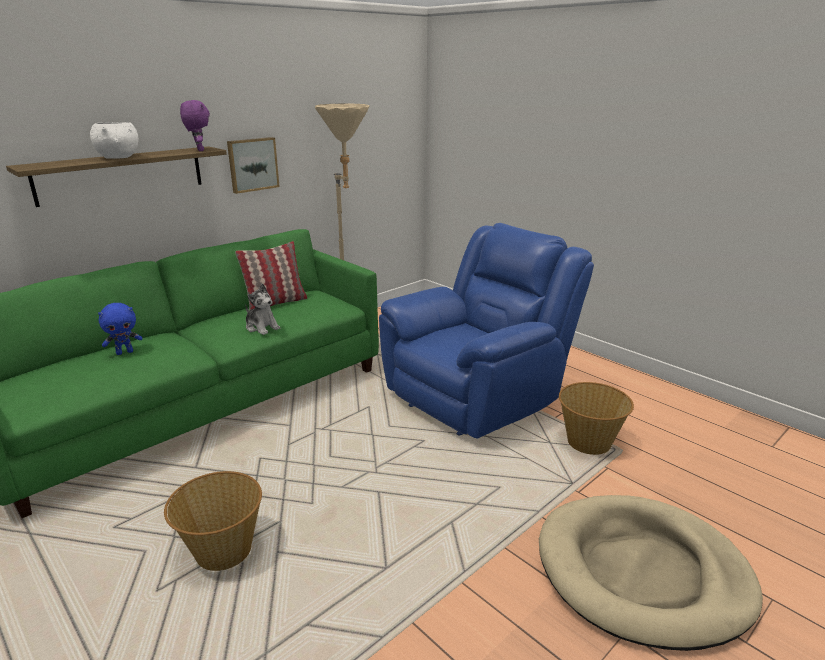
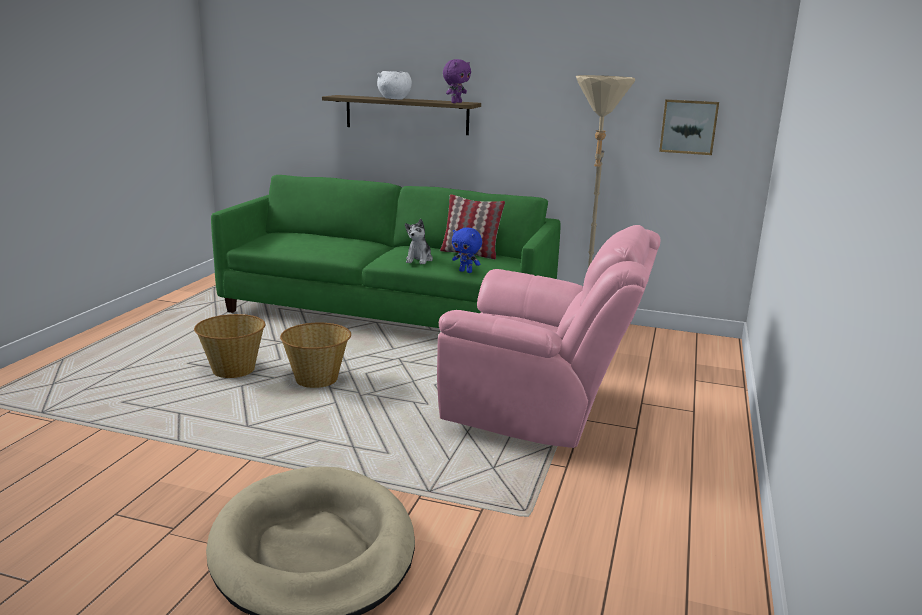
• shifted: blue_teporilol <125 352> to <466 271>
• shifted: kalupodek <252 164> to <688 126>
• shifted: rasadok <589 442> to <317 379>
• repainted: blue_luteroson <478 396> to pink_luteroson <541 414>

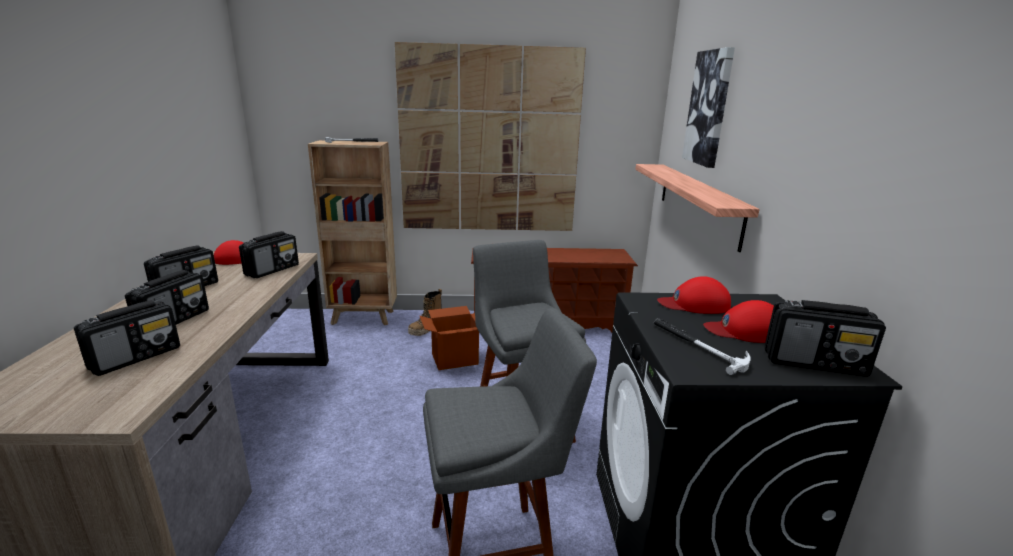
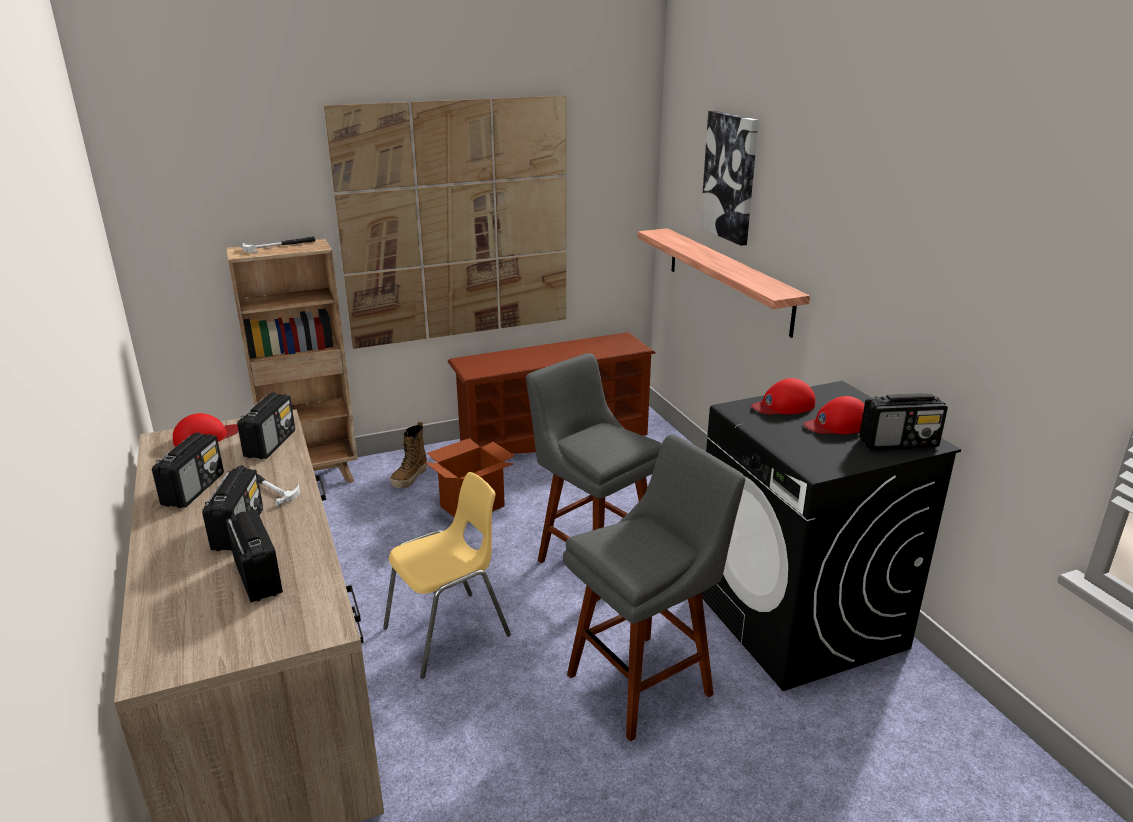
• new: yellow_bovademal <449 632>
• shifted: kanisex <697 346> to <266 485>
• rotated: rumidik <136 357> = <258 576> 45 degrees counterclockwise

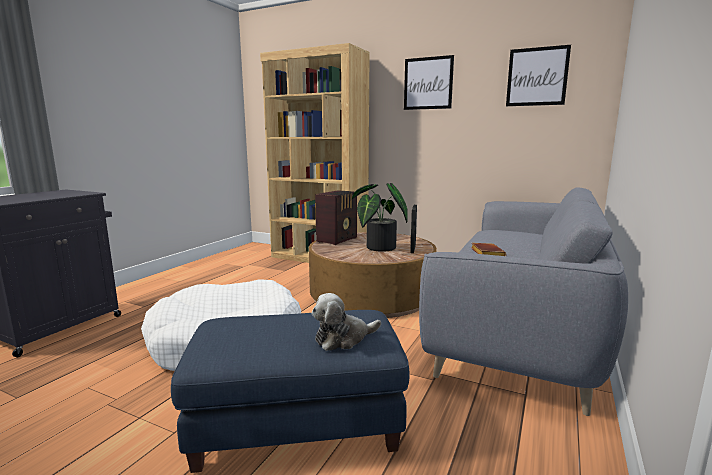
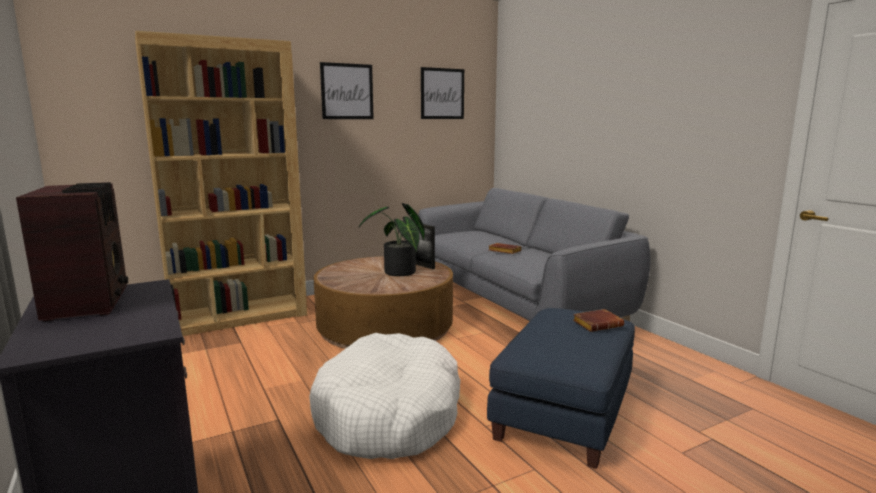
• shifted: rumidik <338 239> to <89 302>
• swapped: teporilol <343 338> to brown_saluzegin <598 324>

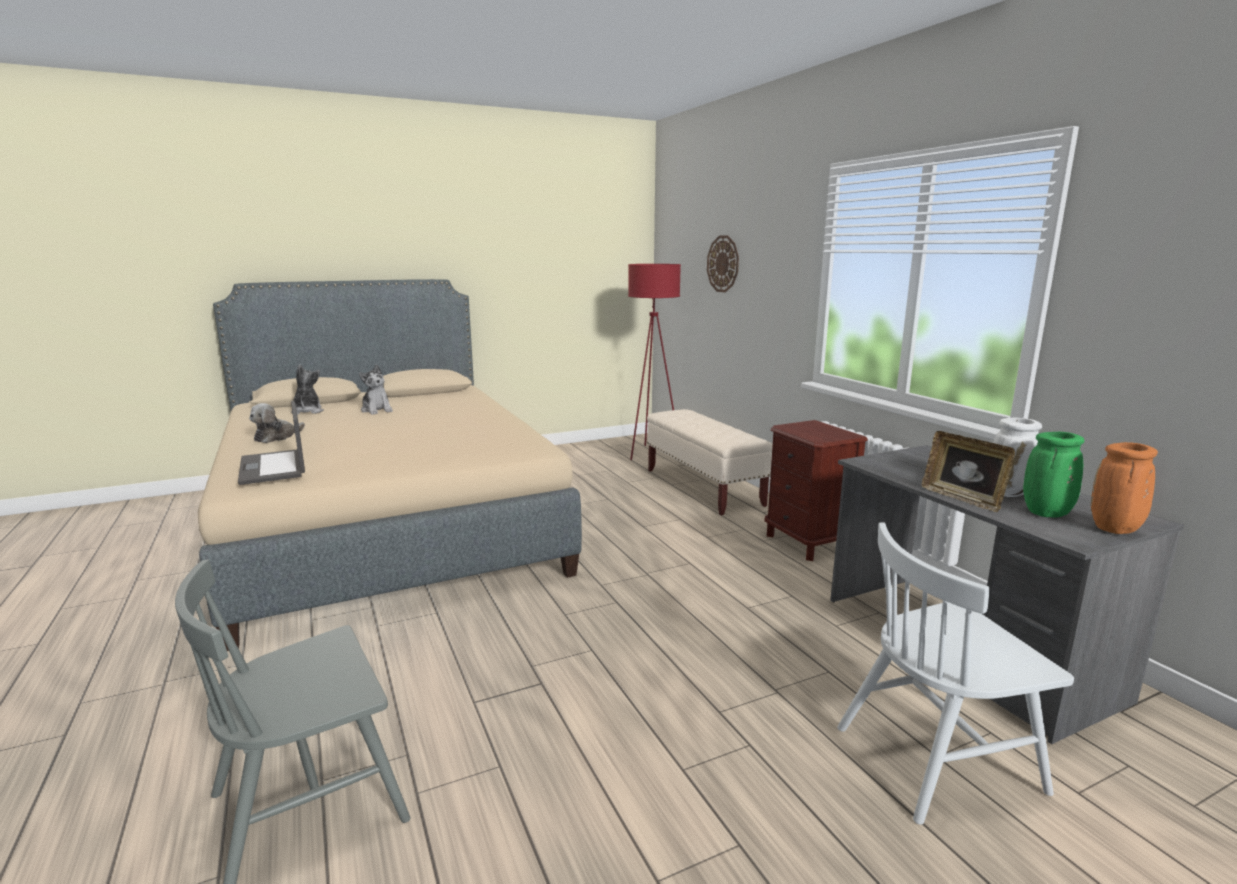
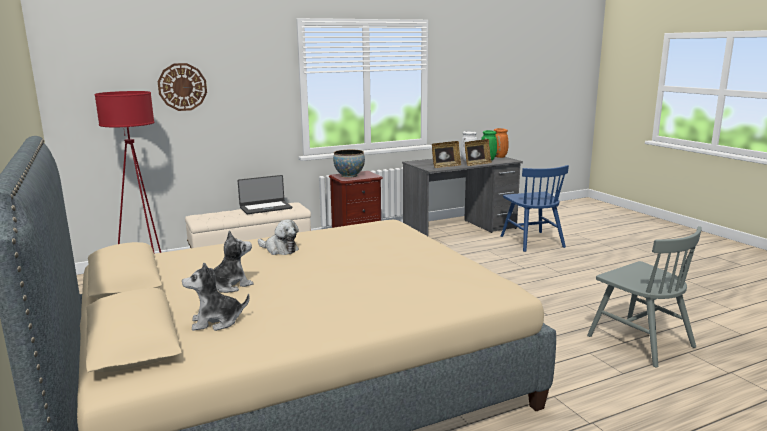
• new: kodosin <349 175>
• new: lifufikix <445 166>
• shifted: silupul <274 467> to <265 208>
• shifted: teporilol <277 437> to <280 250>
• repainted: white_bovademal <938 758> to blue_bovademal <532 241>

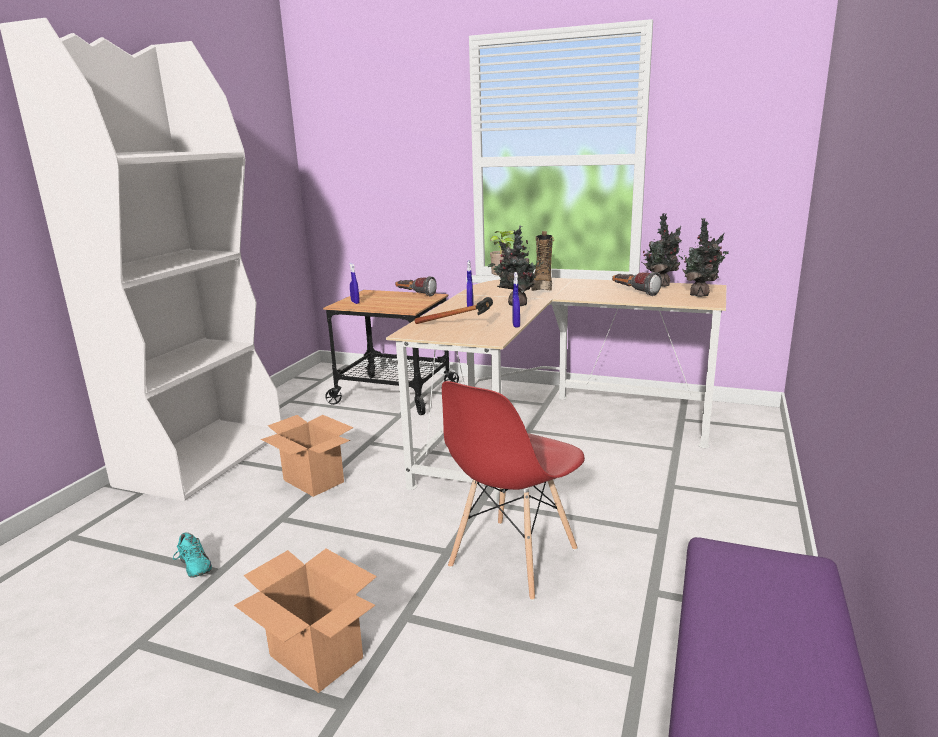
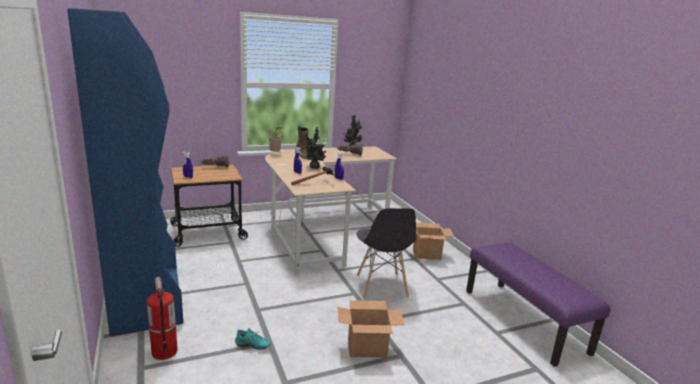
• gone: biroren <700 295>
• new: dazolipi <164 351>
• shifted: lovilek <314 481> to <427 254>
• repainted: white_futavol <203 457> to blue_futavol <146 299>
• repainted: red_bovademal <512 559> to grey_bovademal <381 286>

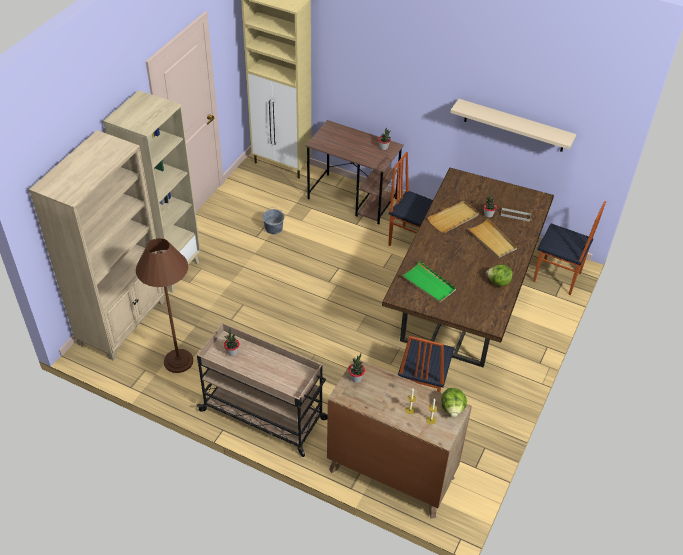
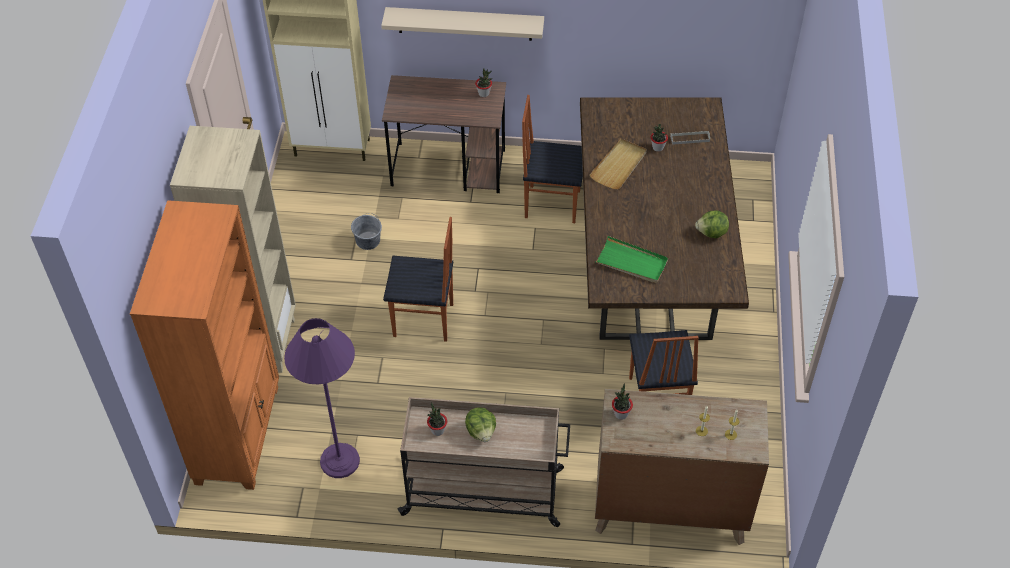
• gone: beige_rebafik <491 240>
• shifted: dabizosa <452 409> to <481 431>
• shifted: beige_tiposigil <514 125> to <465 23>
• shifted: bovademal <557 278> to <424 321>
• repainted: beige_futavol <123 322> to orange_futavol <239 434>
• repainted: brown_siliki <178 361> to purple_siliki <339 461>

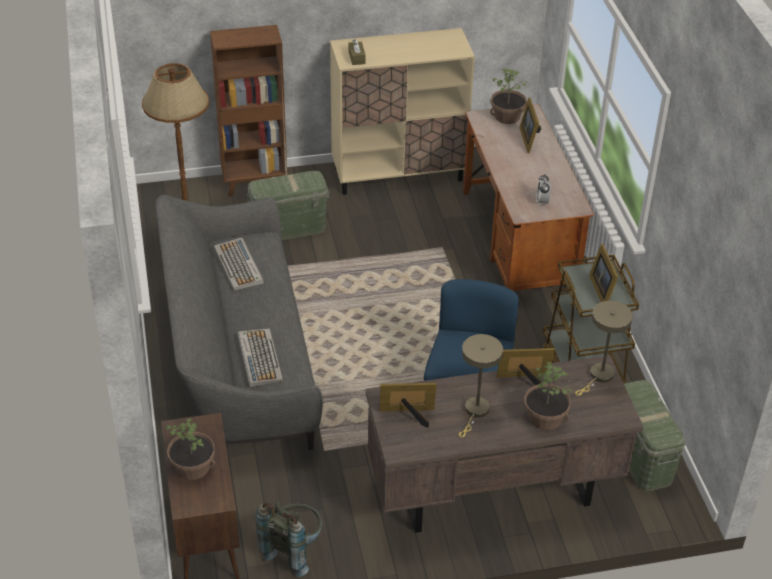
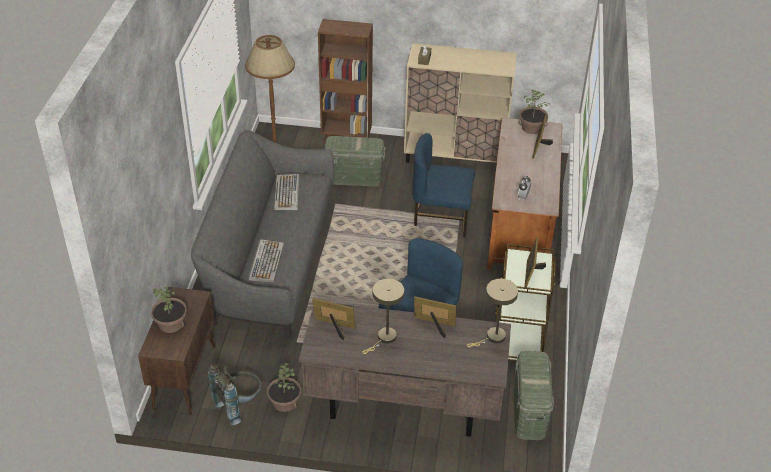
• new: blue_bovademal <441 217>
• shifted: biroren <544 418> to <284 402>

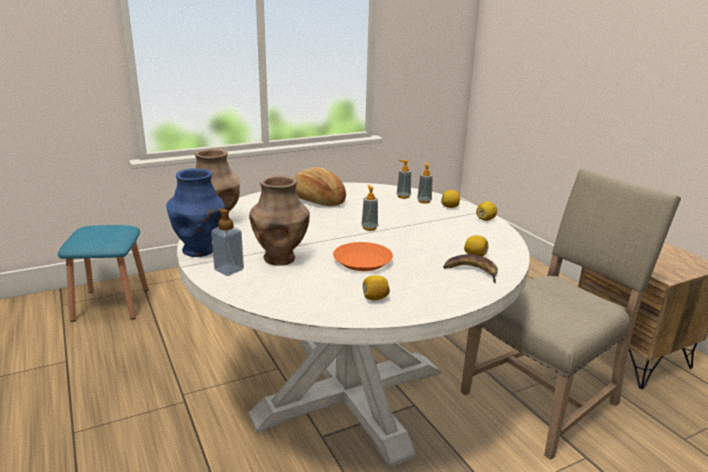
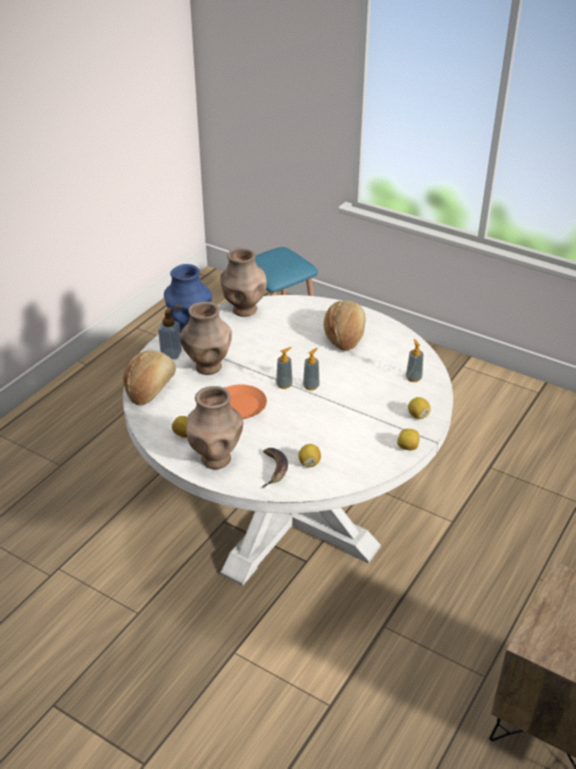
• gone: beige_bovademal <545 398>
• new: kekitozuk <151 388>
• new: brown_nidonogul <216 458>
• shifted: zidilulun <424 201> to <284 384>

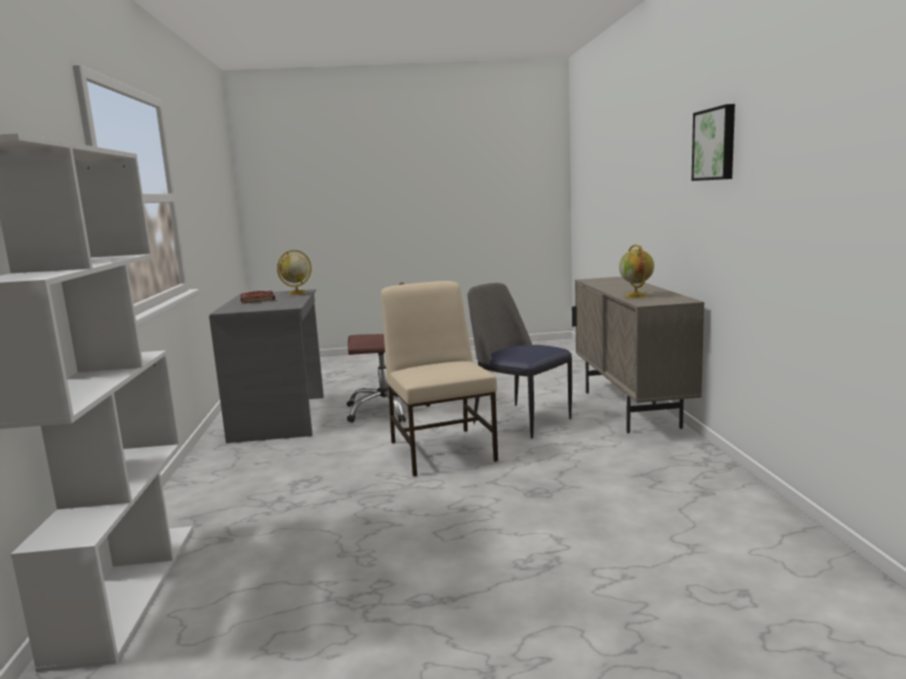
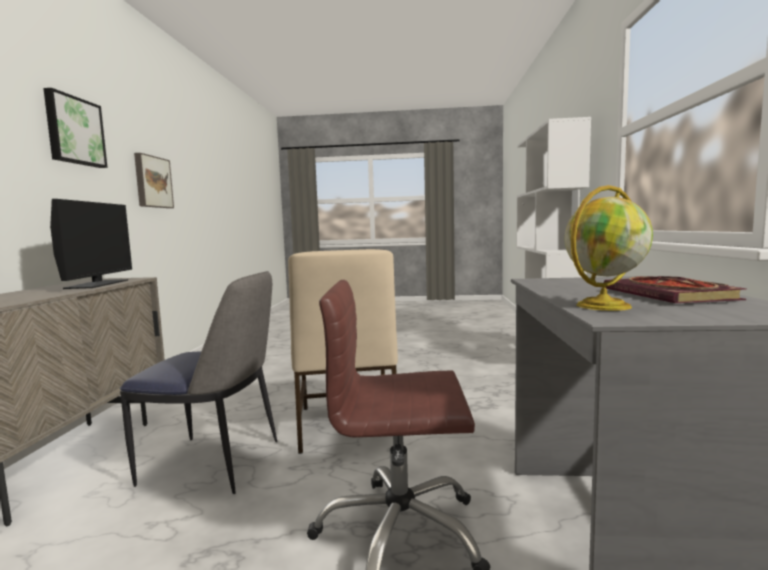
• new: kalupodek <152 182>
• swapped: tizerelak <636 296> to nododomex <97 284>
• rotated: bovademal <520 420> = <215 463> 45 degrees counterclockwise

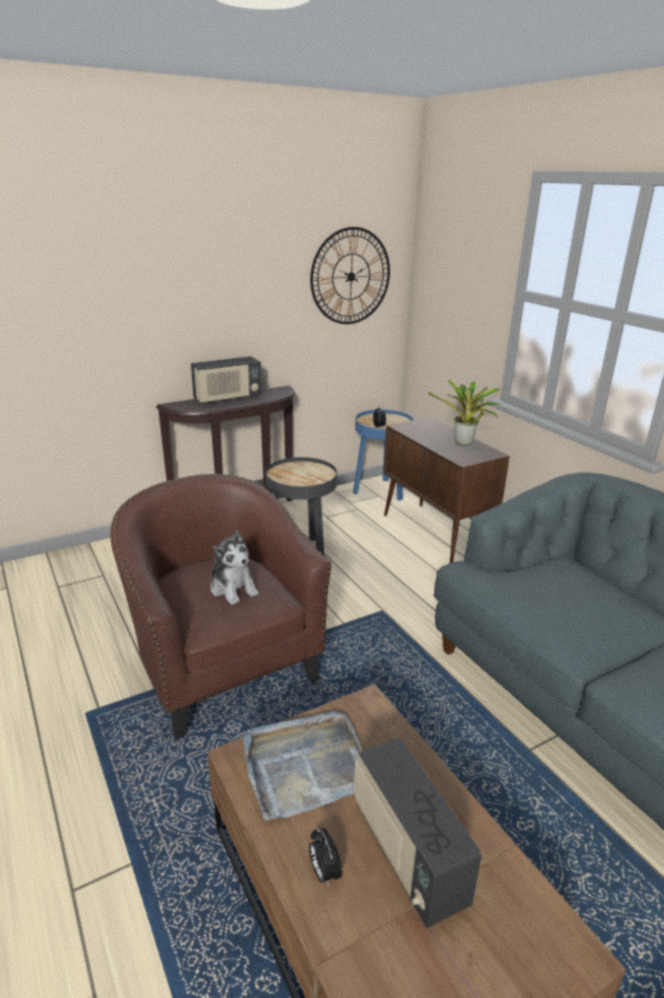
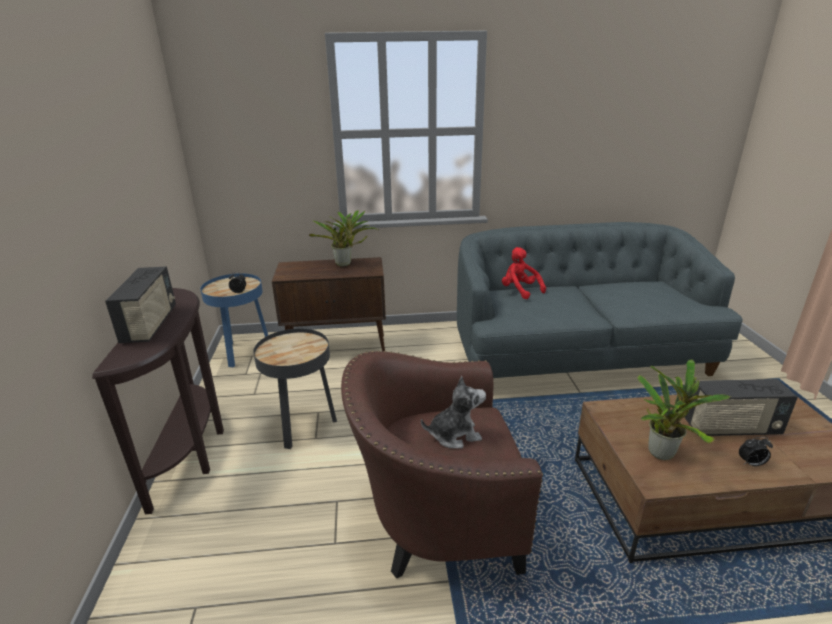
• gone: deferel <351 276>
• new: red_teporilol <520 290>
• swapped: grey_rebafik <305 766> to biroren <663 451>

